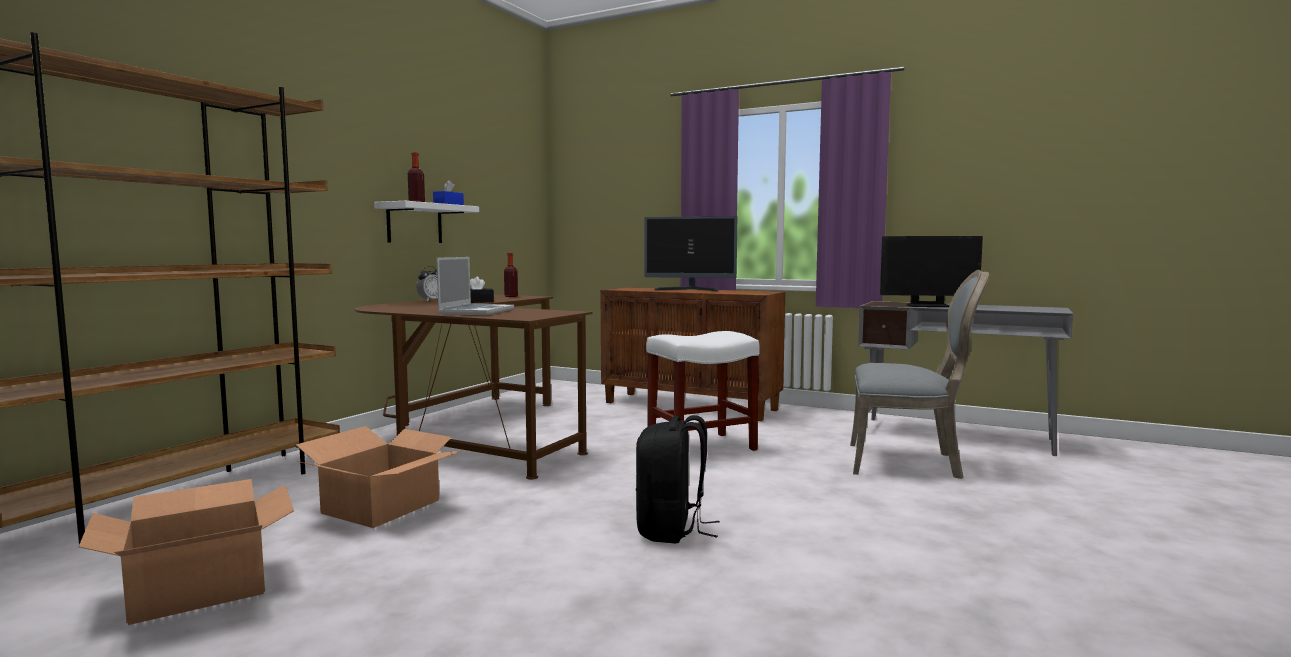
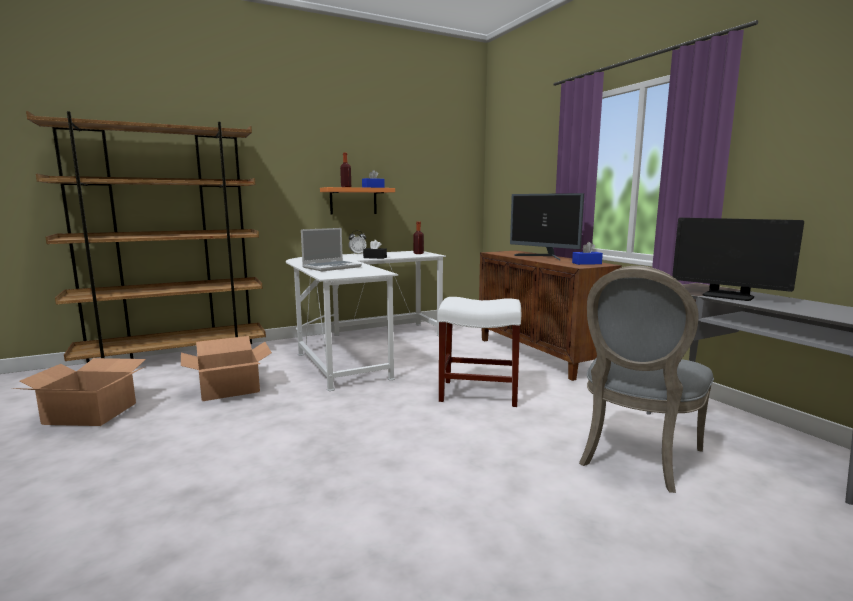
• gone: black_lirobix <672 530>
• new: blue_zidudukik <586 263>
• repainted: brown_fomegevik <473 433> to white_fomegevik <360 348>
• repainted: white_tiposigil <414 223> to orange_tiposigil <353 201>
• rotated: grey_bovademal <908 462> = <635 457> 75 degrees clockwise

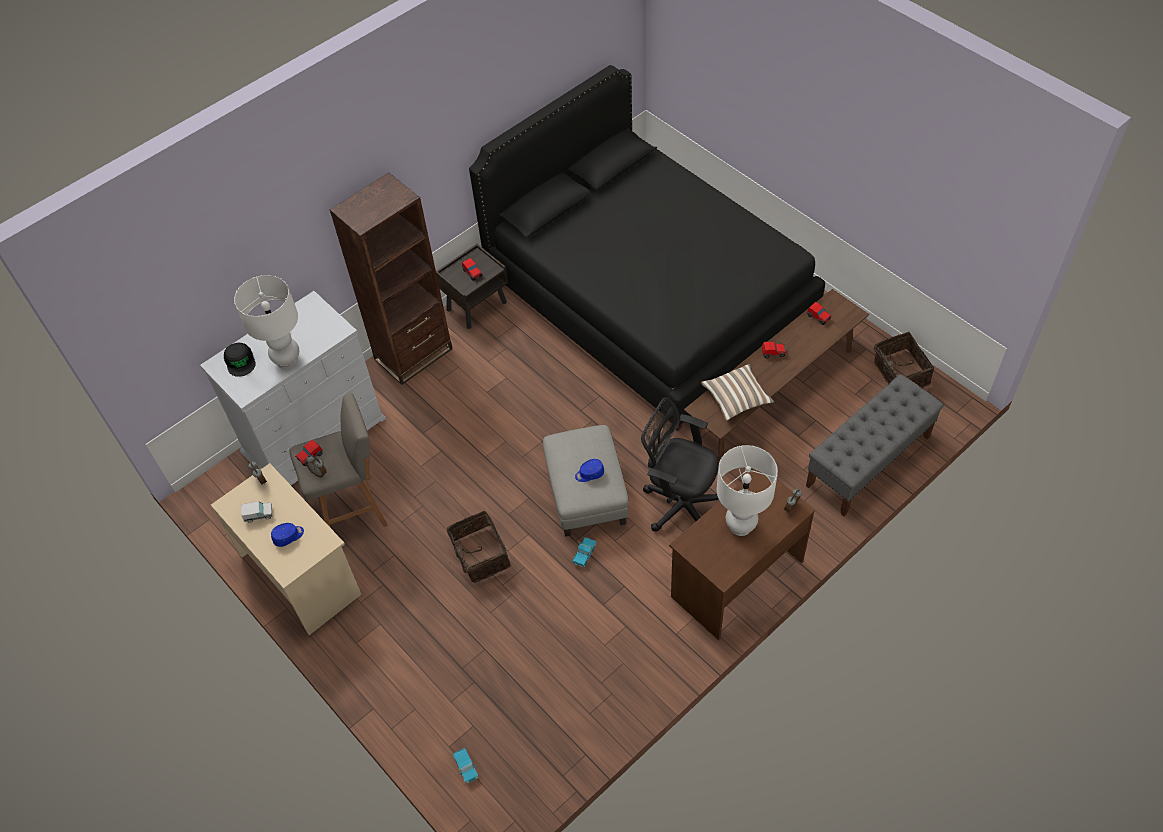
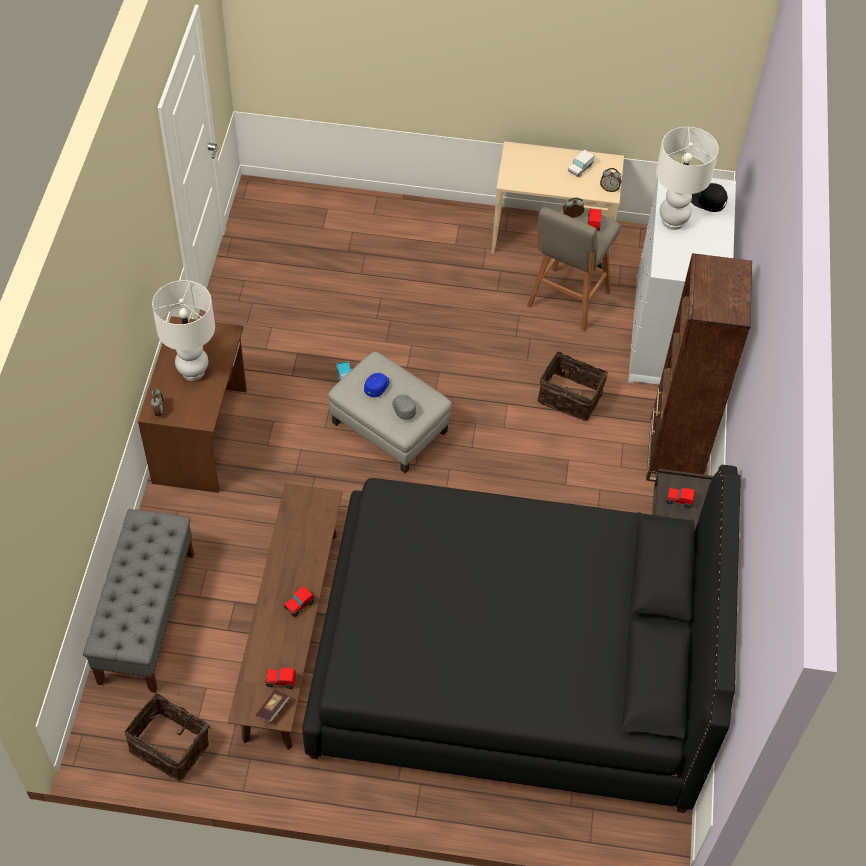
• gone: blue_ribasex <288 536>
• gone: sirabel <466 768>
• gone: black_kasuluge <680 504>
• gone: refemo <736 398>
• new: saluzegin <273 709>
• new: grey_ribasex <403 409>
• shifted: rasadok <479 556> to <570 396>

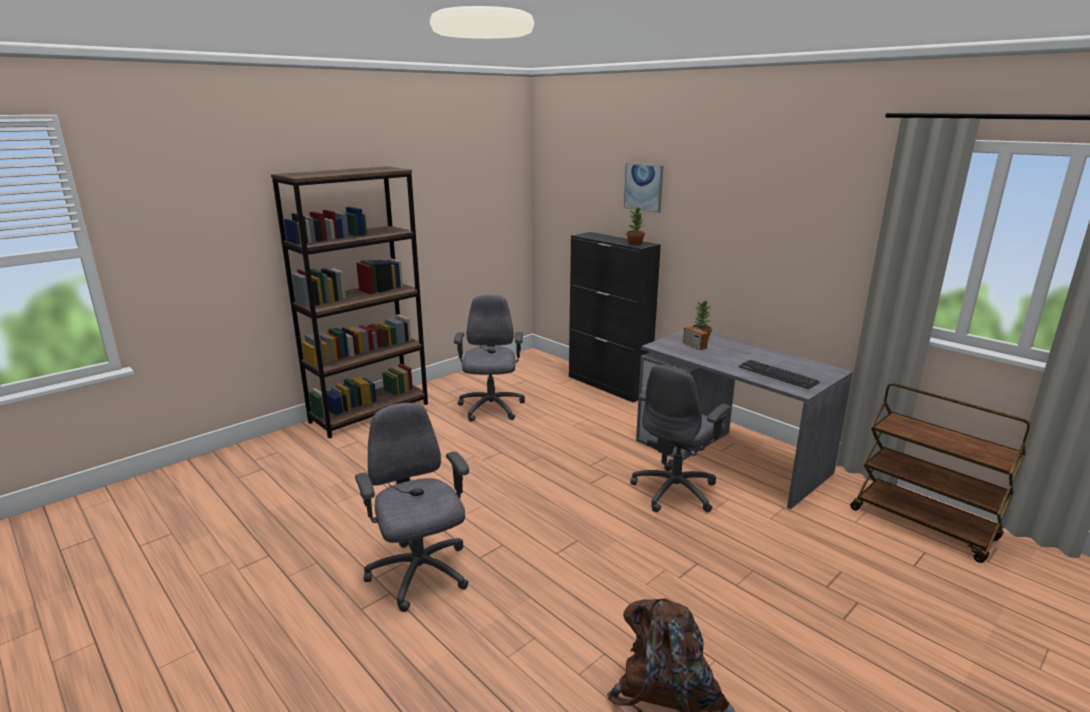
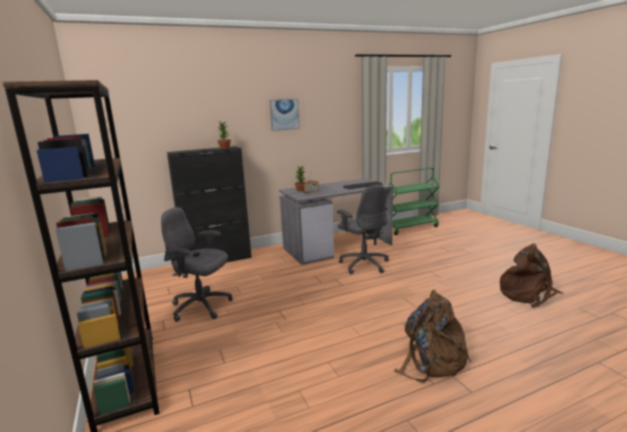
• shifted: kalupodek <644 187> to <284 114>
• swapped: grey_kasuluge <420 574> to brown_lirobix <431 360>
• repainted: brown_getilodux <923 524> to green_getilodux <410 228>

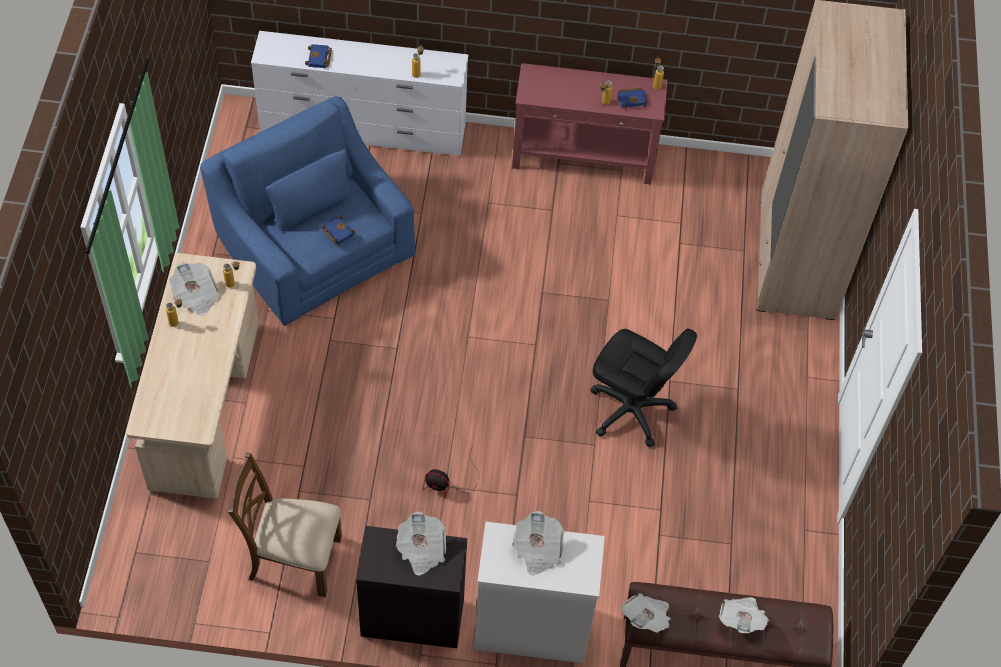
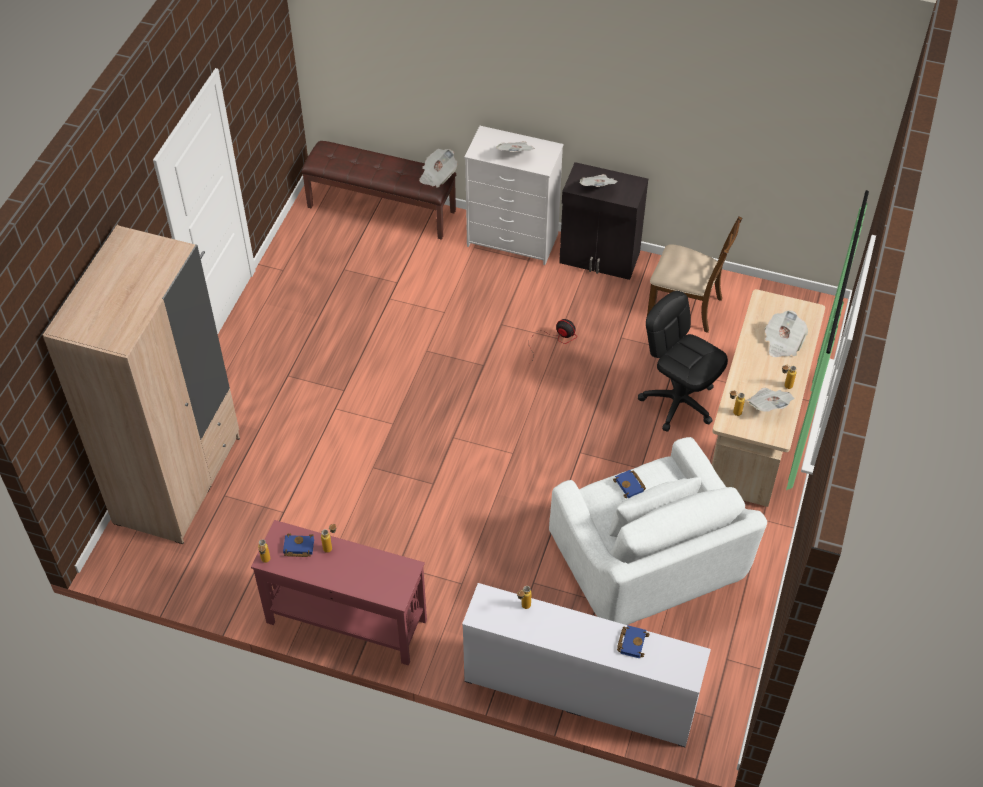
• shifted: black_kasuluge <630 410> to <678 402>
• shifted: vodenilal <741 619> to <782 343>
• repainted: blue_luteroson <313 247> to white_luteroson <648 561>

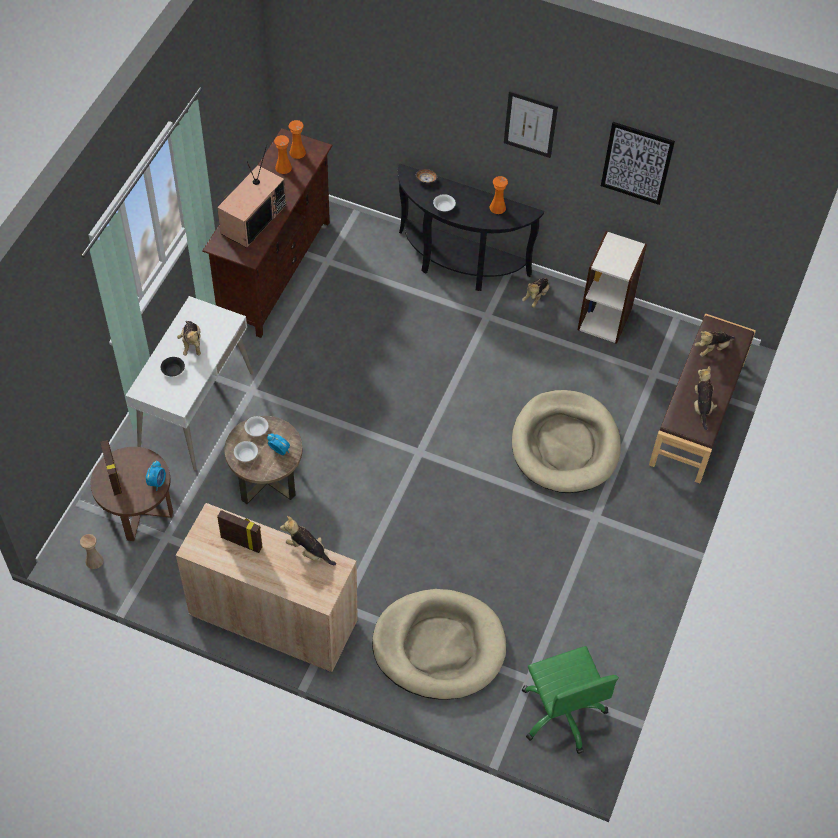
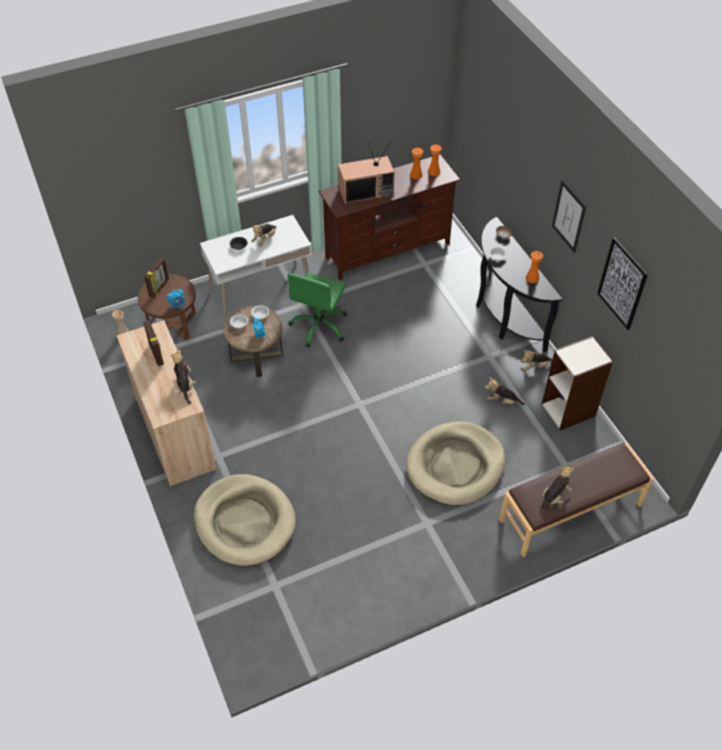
• shifted: green_kasuluge <562 712> to <319 326>
• shifted: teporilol <712 348> to <502 401>

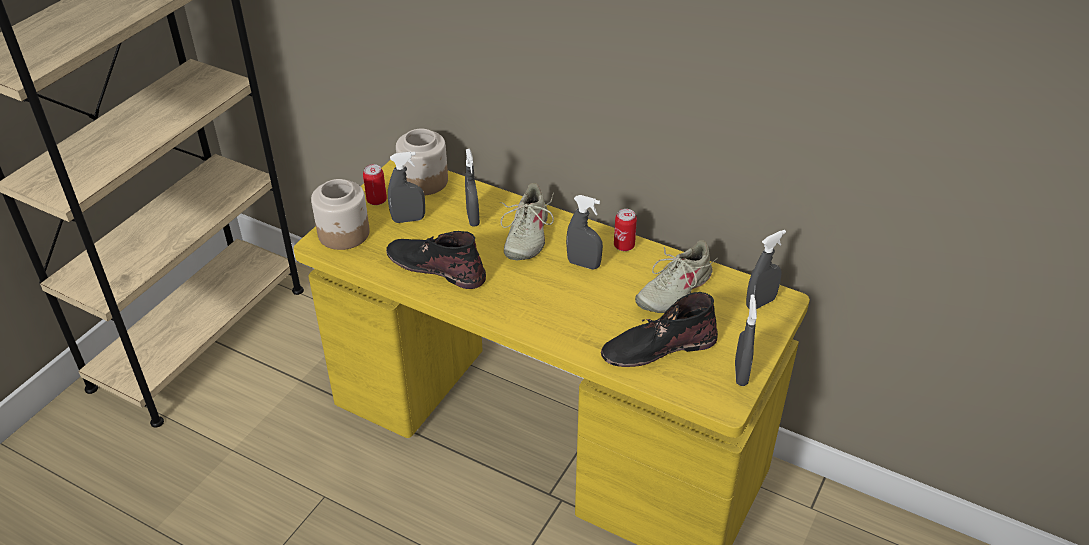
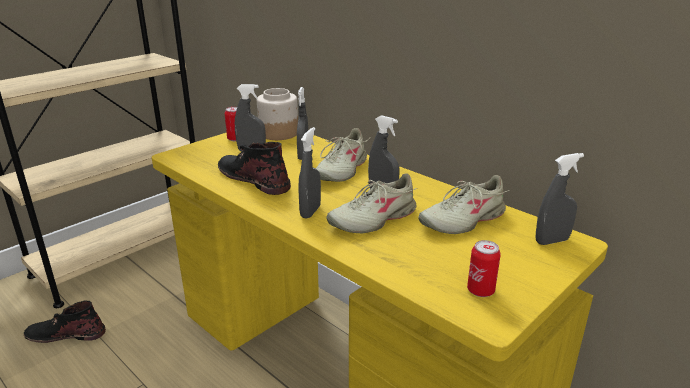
• gone: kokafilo <344 234>
• new: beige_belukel <373 219>
• shifted: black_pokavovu <657 347> to <65 333>
• shifted: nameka <624 246> to <480 291>
• shifted: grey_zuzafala <741 374> to <310 212>

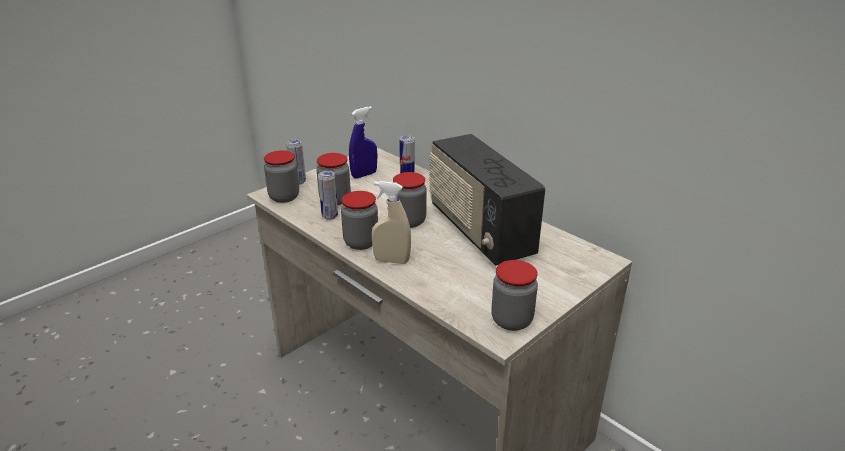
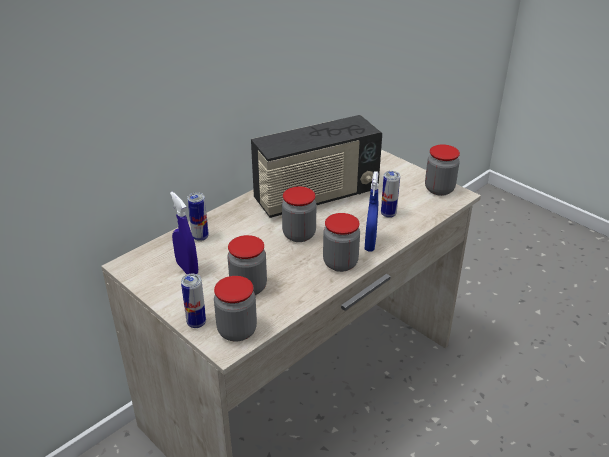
• shifted: nameka <330 216> to <388 214>
• repainted: beige_zuzafala <391 261> to blue_zuzafala <370 244>

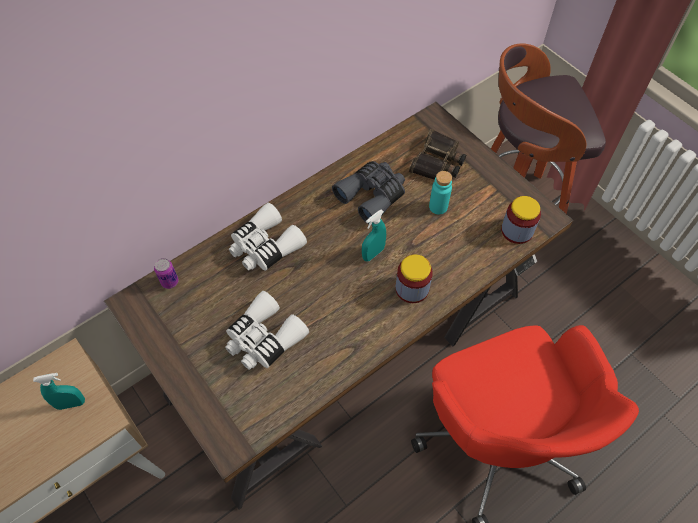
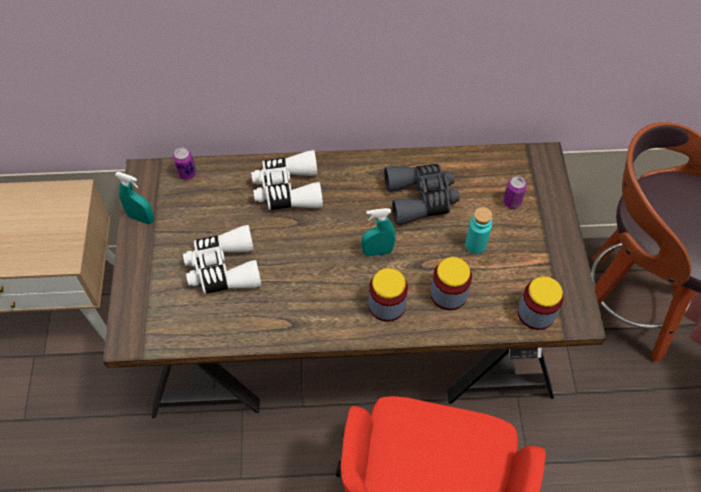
• new: kokafilo <448 294>
• shifted: turquoise_zuzafala <71 404> to <141 218>
• swapped: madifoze <438 162> to nameka <512 202>

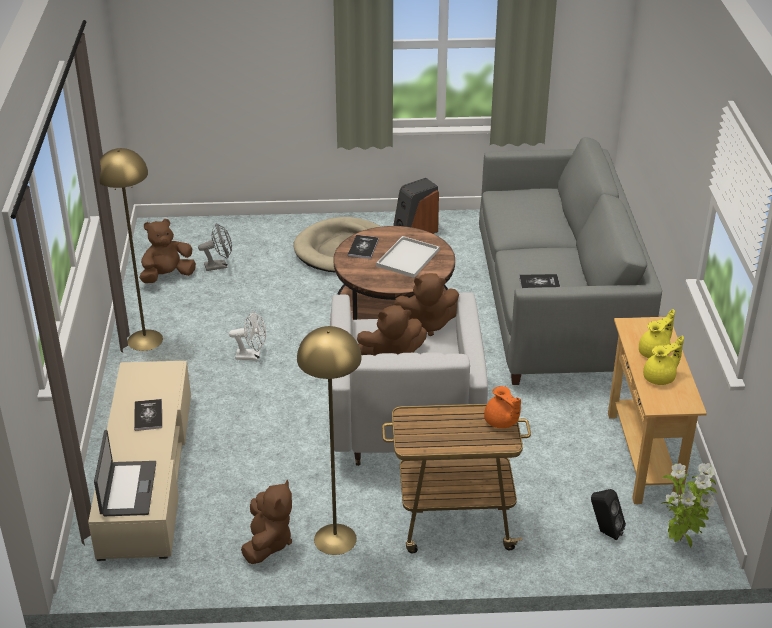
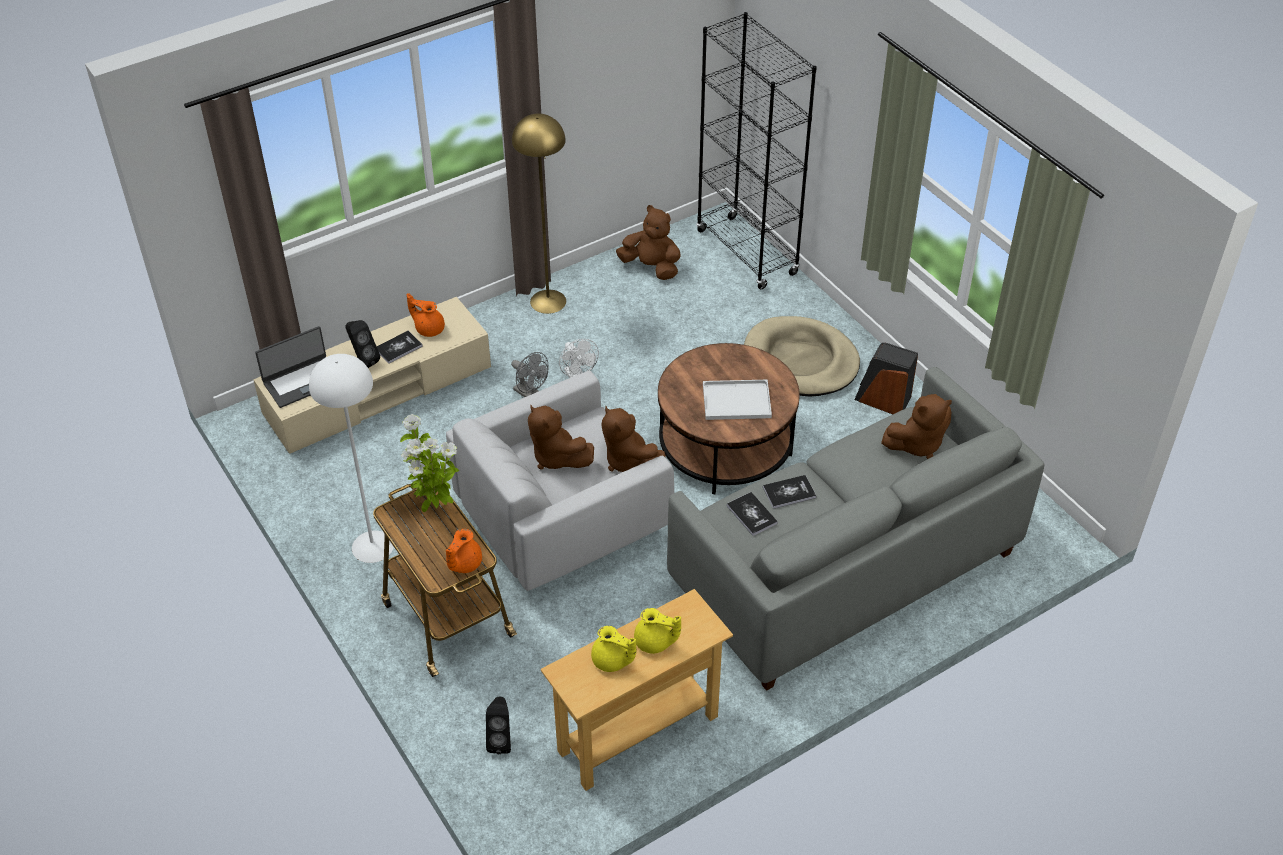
• new: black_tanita <363 360>
• new: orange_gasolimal <429 328>
• new: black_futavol <747 253>
• shifted: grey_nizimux <219 265> to <530 394>
• shifted: brown_teporilol <268 542> to <917 444>
• shifted: saluzegin <363 247> to <789 492>
• shifted: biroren <681 542> to <434 507>
• repainted: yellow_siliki <335 539> to white_siliki <372 546>

